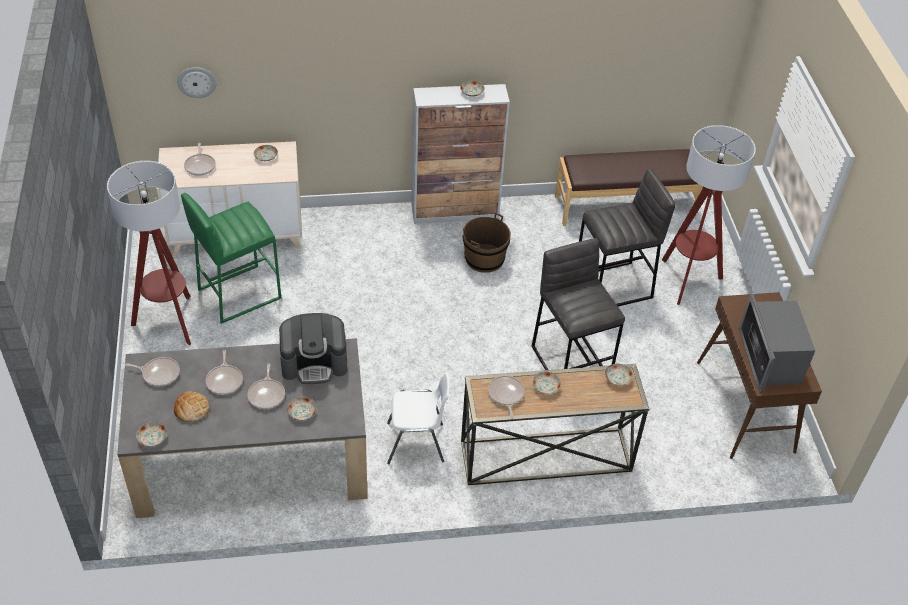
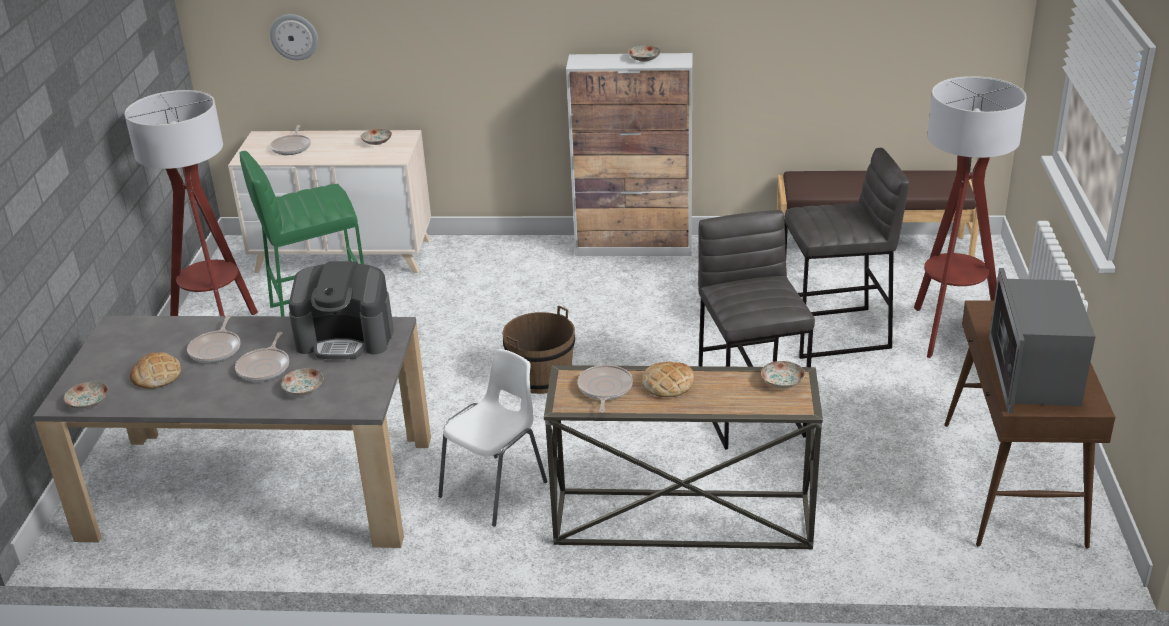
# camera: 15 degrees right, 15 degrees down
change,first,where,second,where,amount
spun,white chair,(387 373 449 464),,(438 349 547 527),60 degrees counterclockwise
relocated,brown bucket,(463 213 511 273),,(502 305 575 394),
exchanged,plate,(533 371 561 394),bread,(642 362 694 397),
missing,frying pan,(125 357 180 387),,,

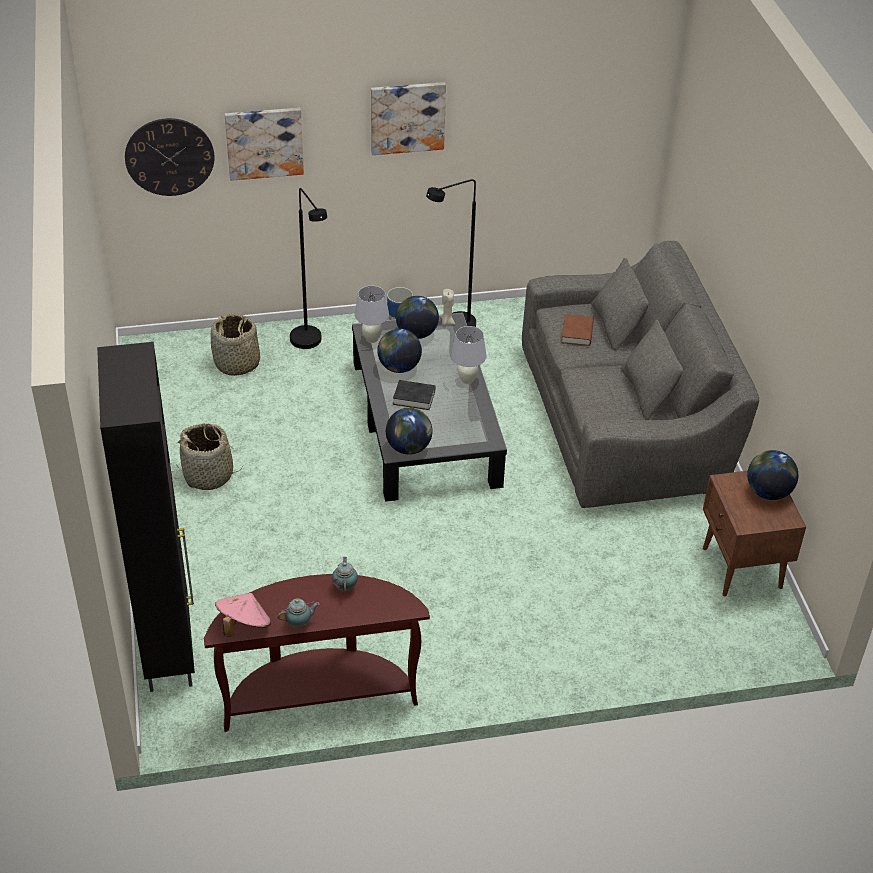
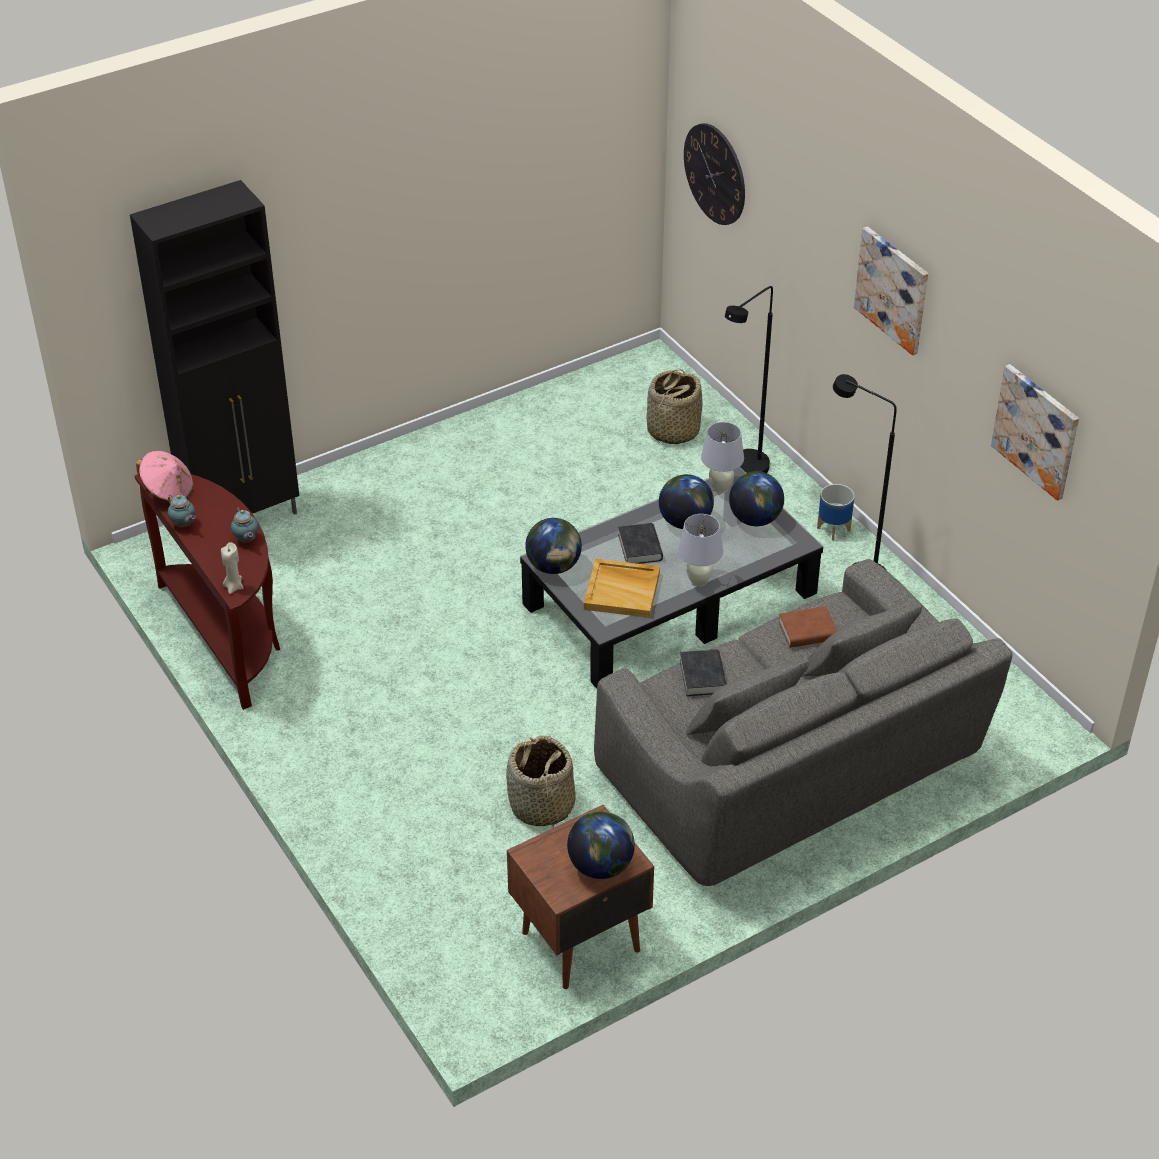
# camera: 70 degrees right, 0 degrees up
change,first,where,second,where,amount
relocated,beige candle,(440 289 455 325),,(221 542 243 594),
spun,teapot,(332 557 358 592),,(231 508 258 543),90 degrees clockwise
relocated,basket,(176 424 243 490),,(506 736 576 828),
appeared,,,beige tray,(584 558 660 618),
appeared,,,black book,(680 649 726 696),
relocated,picture,(225 108 304 181),,(991 364 1079 501),

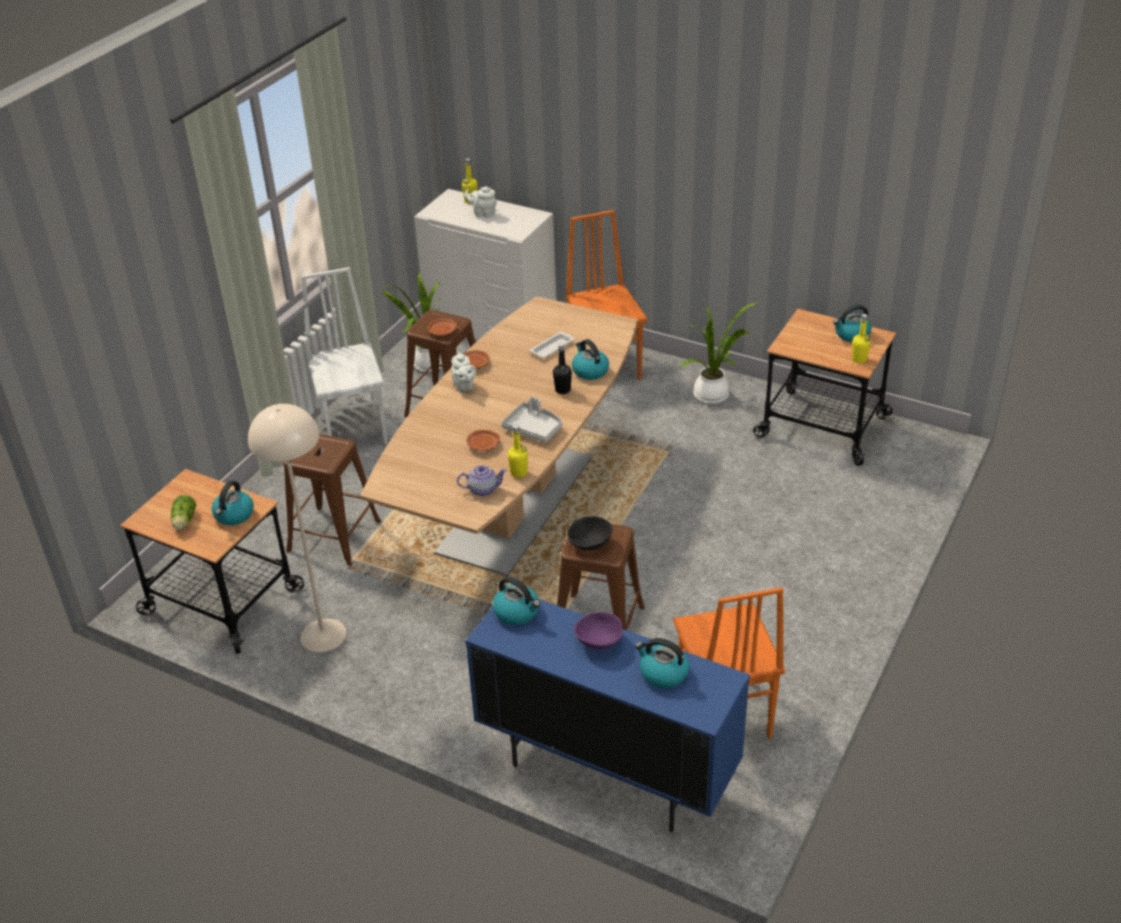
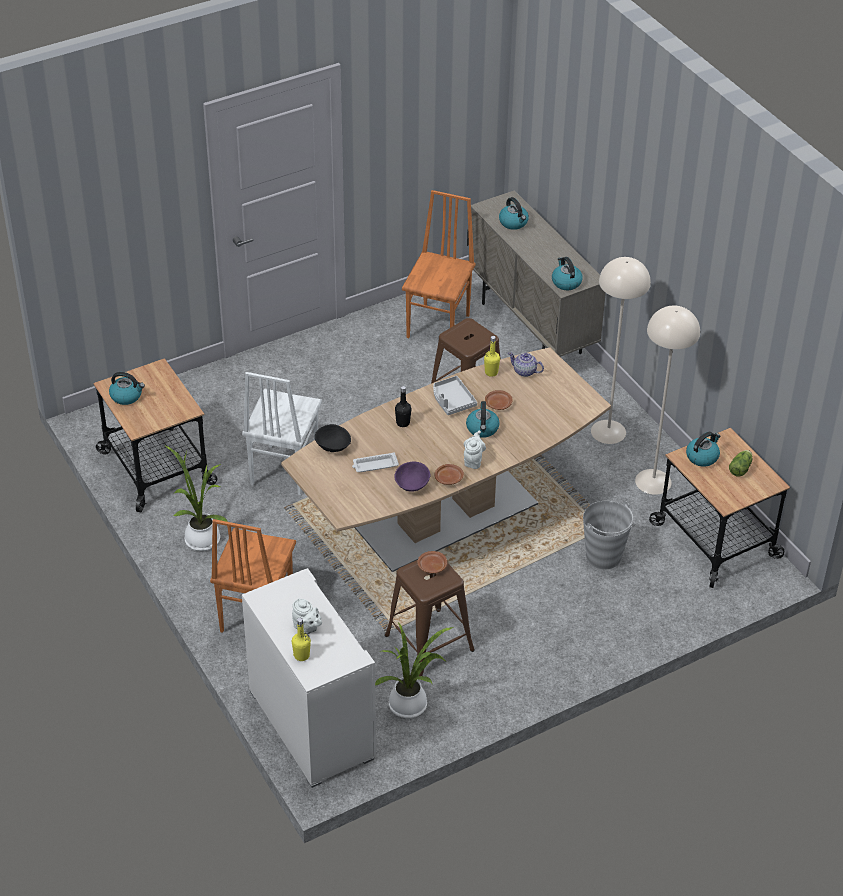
# camera: 150 degrees left, 5 degrees up
change,first,where,second,where,amount
relocated,white chair,(301 267 388 444),,(242 372 322 495),
relocated,black bowl,(567 516 613 550),,(315 424 351 452),
relocated,purple bowl,(574 612 623 650),,(394 462 431 492),
relocated,kettle,(572 339 609 380),,(466 401 500 438),
colour,blue cabinet,(466 599 750 832),beige cabinet,(467 190 606 357),
exchanged,brown stool,(283 434 381 566),grey bucket,(583 501 633 569),
appeared,,,beige floor lamp,(591 257 651 444),
missing,yellow bottle,(852 314 871 363),,,

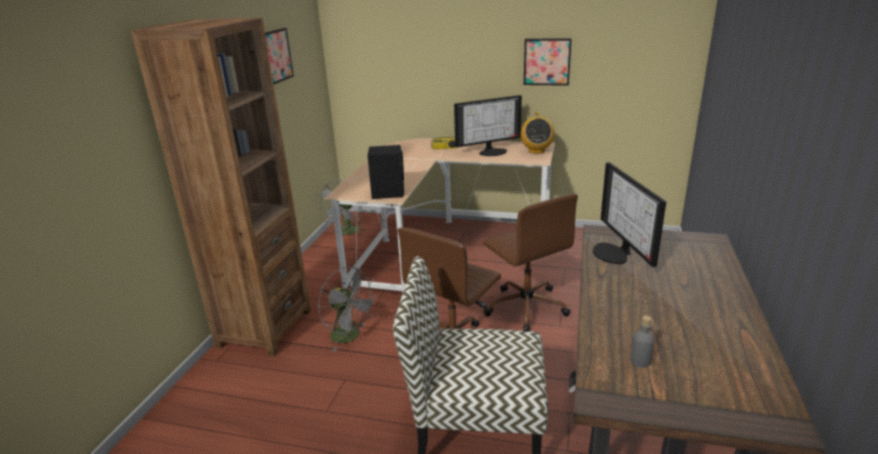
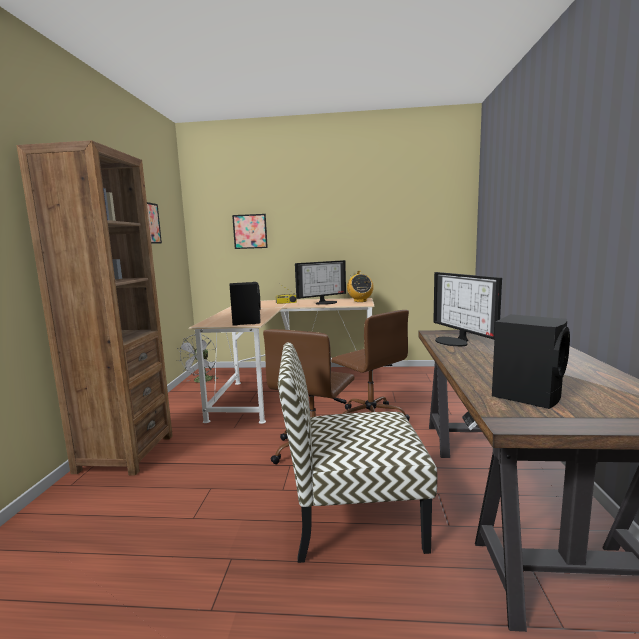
# camera: 10 degrees left, 15 degrees down
change,first,where,second,where,amount
relocated,picture,(524 38 572 86),,(232 214 268 249),
exchanged,grey bottle,(630 316 655 368),black speaker,(492 314 570 409),
missing,grey fan,(318 267 378 351),,,

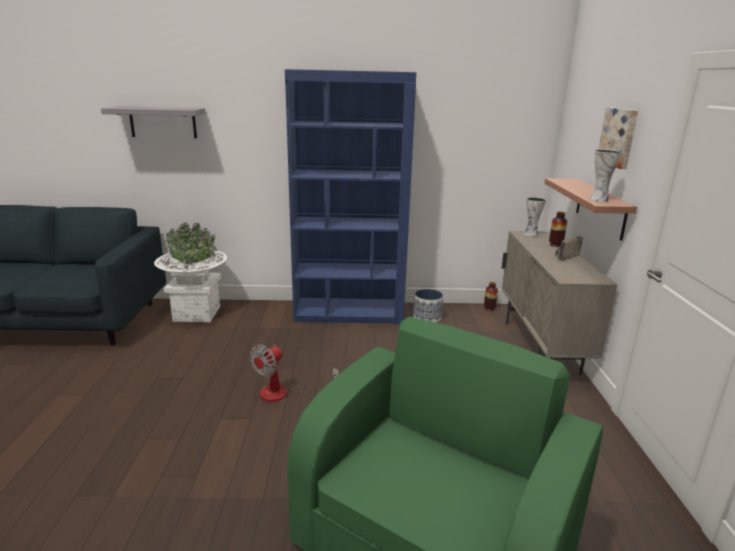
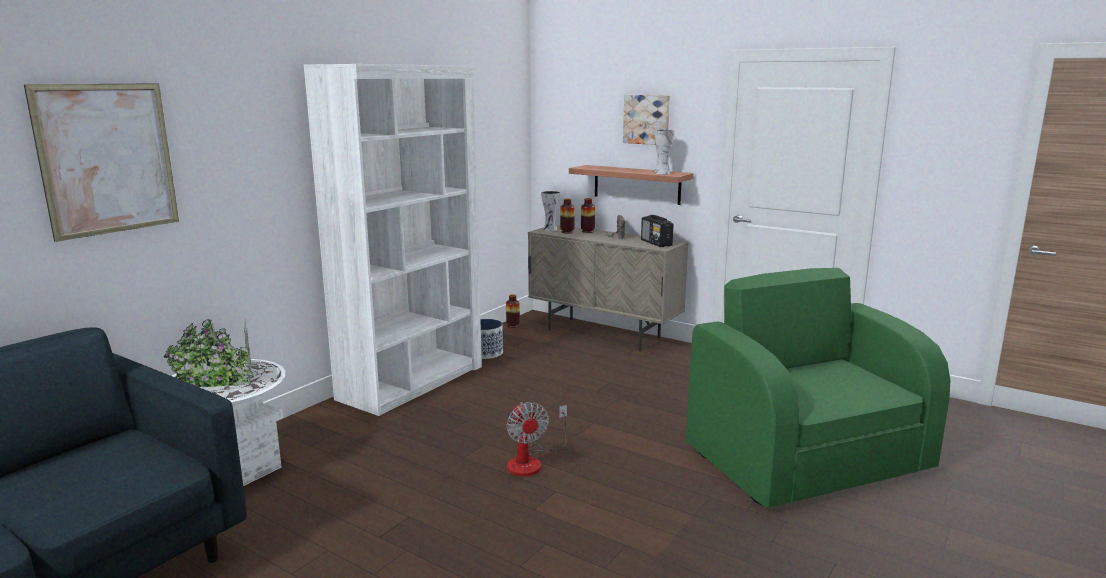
# camera: 55 degrees left, 5 degrees down
change,first,where,second,where,amount
exchanged,grey shelf,(101 106 206 138),picture,(24 83 179 242),
colour,blue bookcase,(285 69 416 324),white bookcase,(304 64 482 416),
appeared,,,vase,(560 199 575 234),
appeared,,,radio,(641 215 673 247),

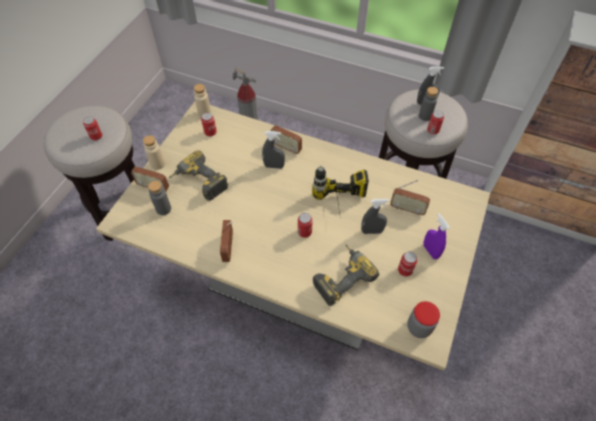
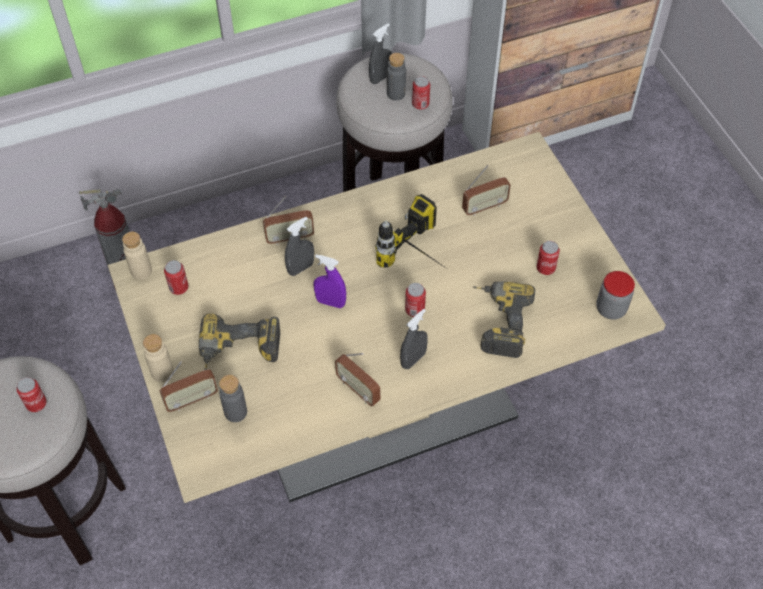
# camera: 45 degrees left, 0 degrees up
change,first,where,second,where,amount
relocated,purple spray bottle,(423 213 450 259),,(313 254 346 308),
relocated,grey spray bottle,(361 199 389 234),,(400 309 428 369),

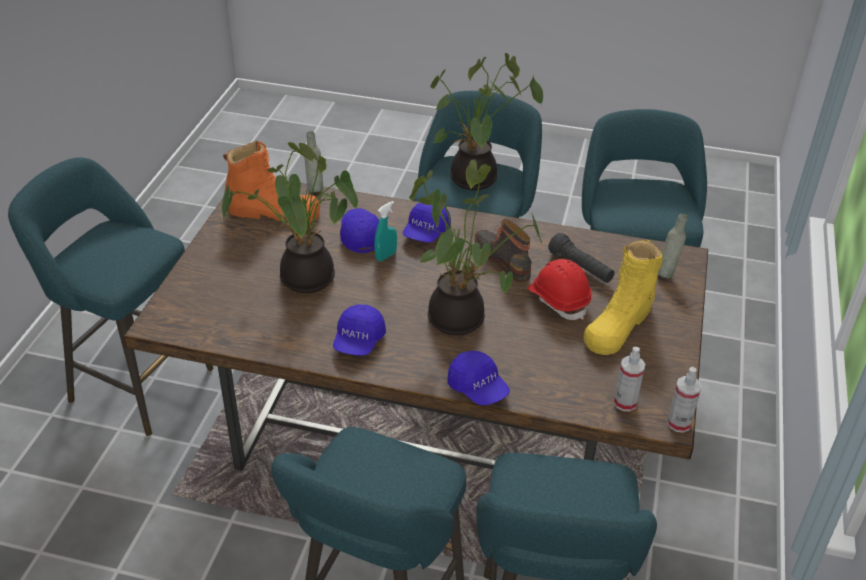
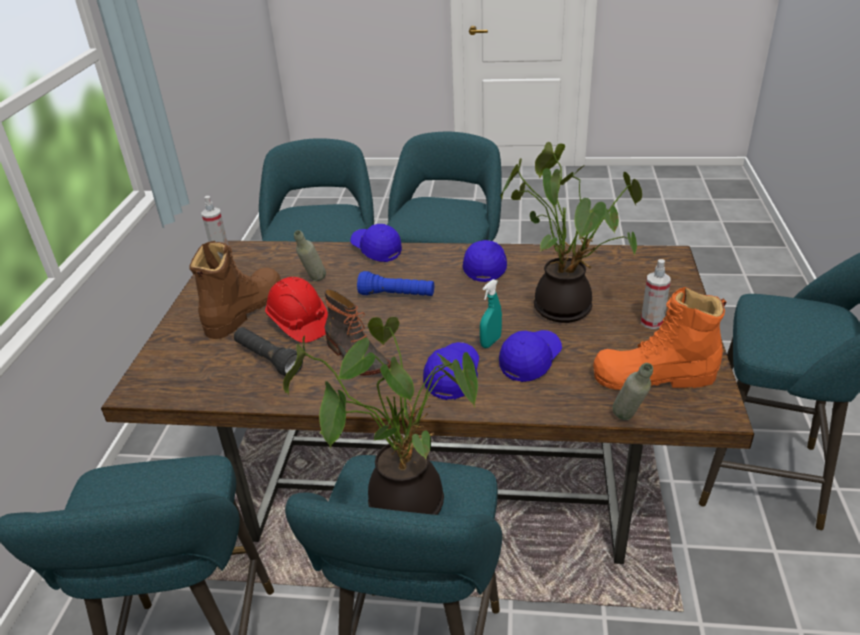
# camera: 175 degrees right, 5 degrees down
change,first,where,second,where,amount
colour,yellow boot,(583 239 663 355),brown boot,(189 241 281 339),
relocated,grey bottle,(658 213 687 278),,(294 230 326 281),
exchanged,potted plant,(409 160 542 335),blue flashlight,(357 271 434 296),
spun,blue cap,(340 208 379 253),,(499 330 562 382),120 degrees counterclockwise
relocated,spray bottle,(614 347 645 411),,(641 259 671 329),

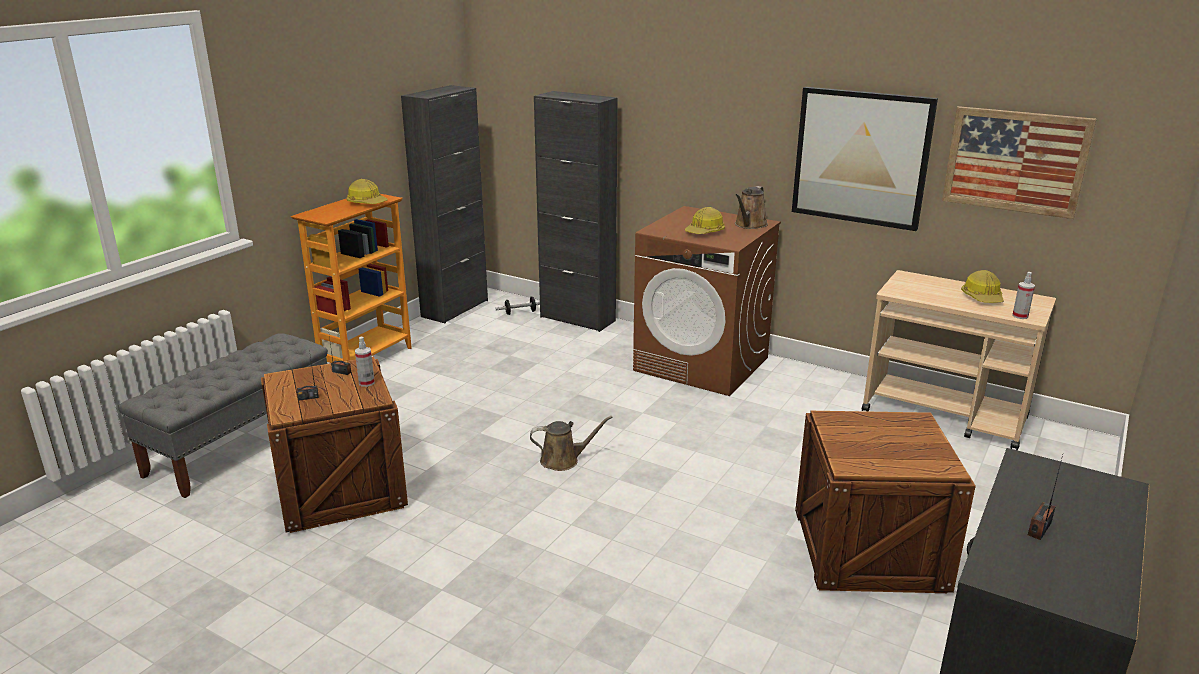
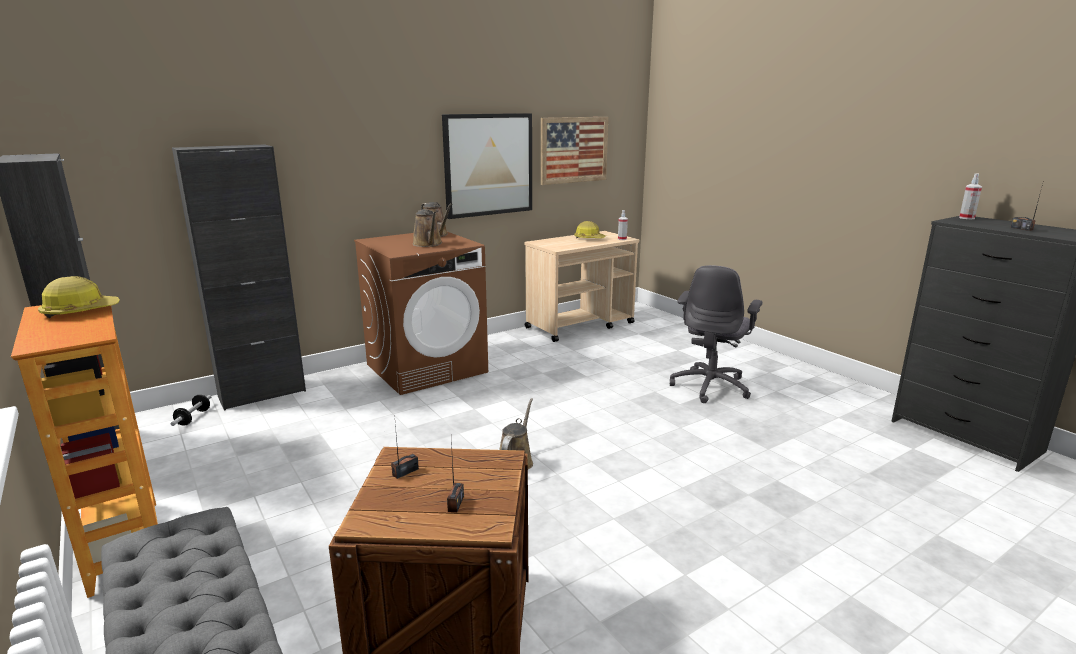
# camera: 65 degrees left, 5 degrees down
change,first,where,second,where,amount
exchanged,hard hat,(685 207 725 234),brown watering can,(412 209 442 247),
exchanged,crate,(795 411 976 593),grey office chair,(670 265 762 403),
relocated,spray bottle,(355 337 375 387),,(959 173 982 219),

